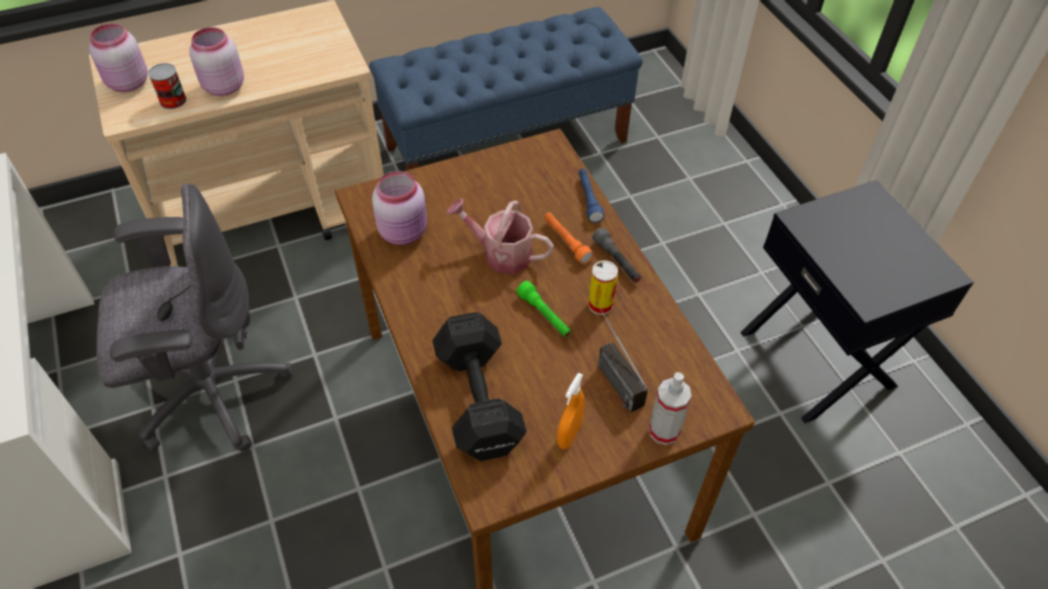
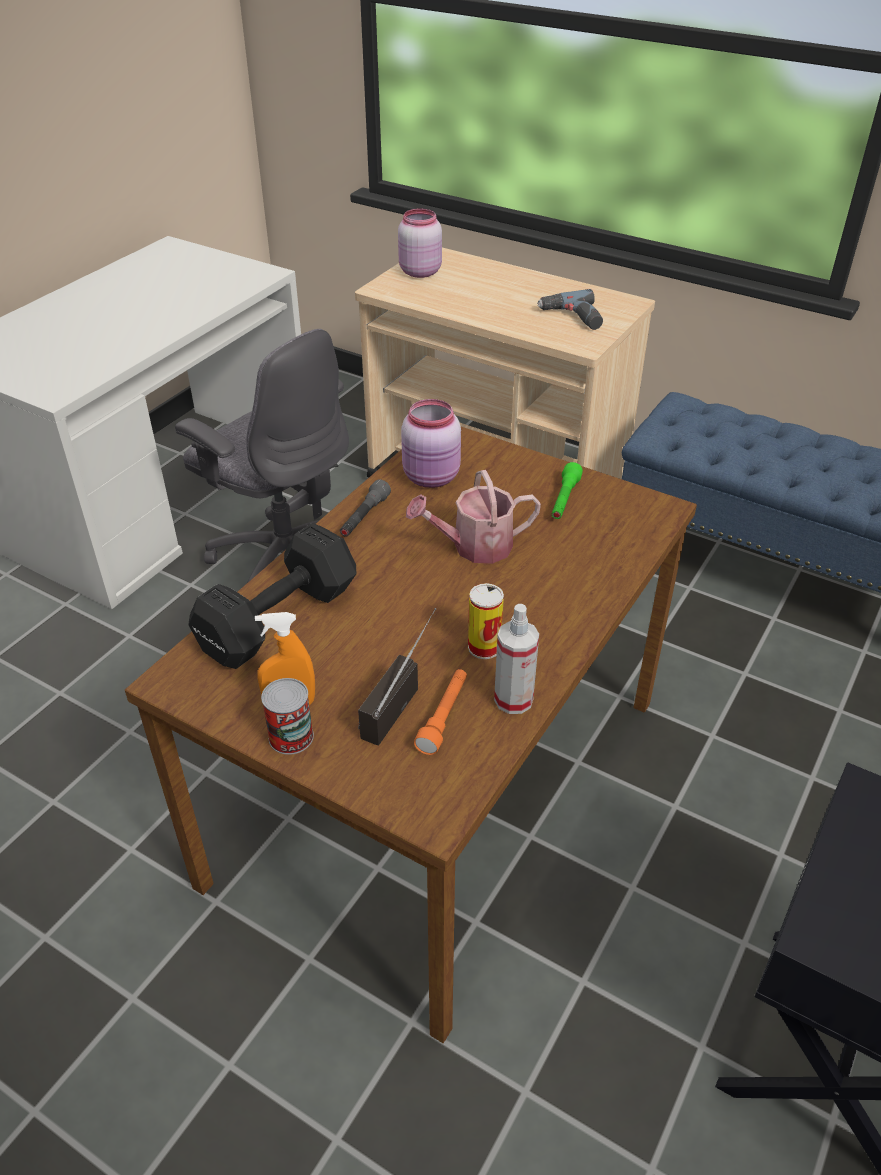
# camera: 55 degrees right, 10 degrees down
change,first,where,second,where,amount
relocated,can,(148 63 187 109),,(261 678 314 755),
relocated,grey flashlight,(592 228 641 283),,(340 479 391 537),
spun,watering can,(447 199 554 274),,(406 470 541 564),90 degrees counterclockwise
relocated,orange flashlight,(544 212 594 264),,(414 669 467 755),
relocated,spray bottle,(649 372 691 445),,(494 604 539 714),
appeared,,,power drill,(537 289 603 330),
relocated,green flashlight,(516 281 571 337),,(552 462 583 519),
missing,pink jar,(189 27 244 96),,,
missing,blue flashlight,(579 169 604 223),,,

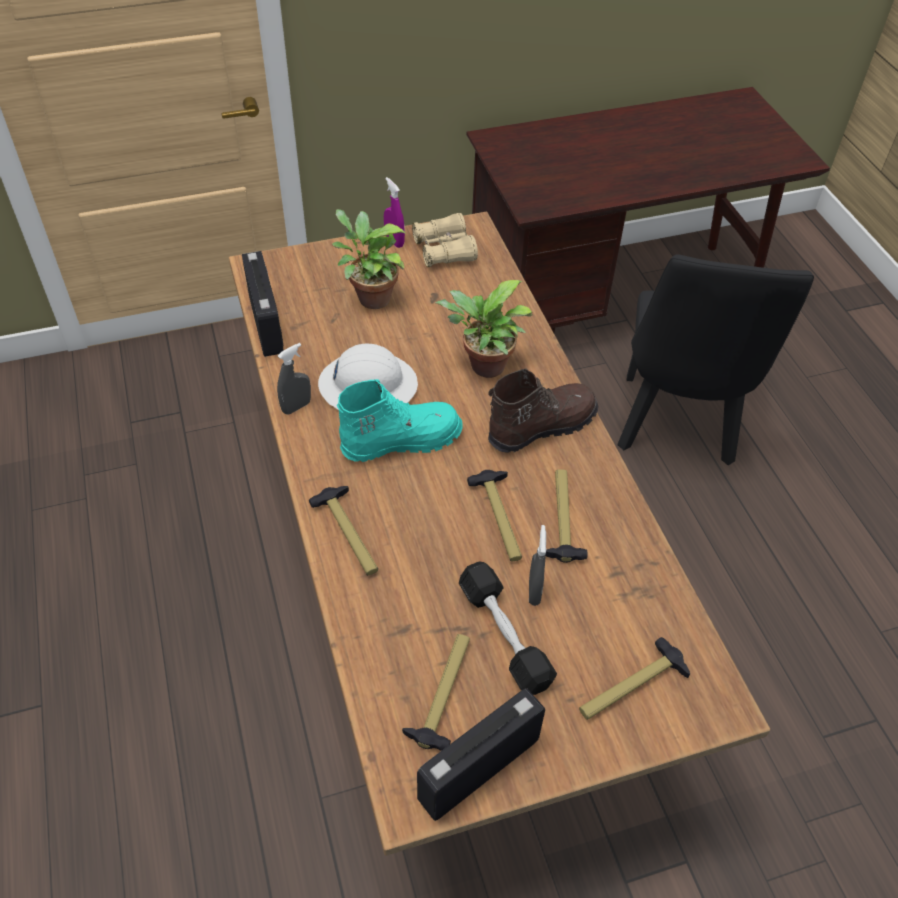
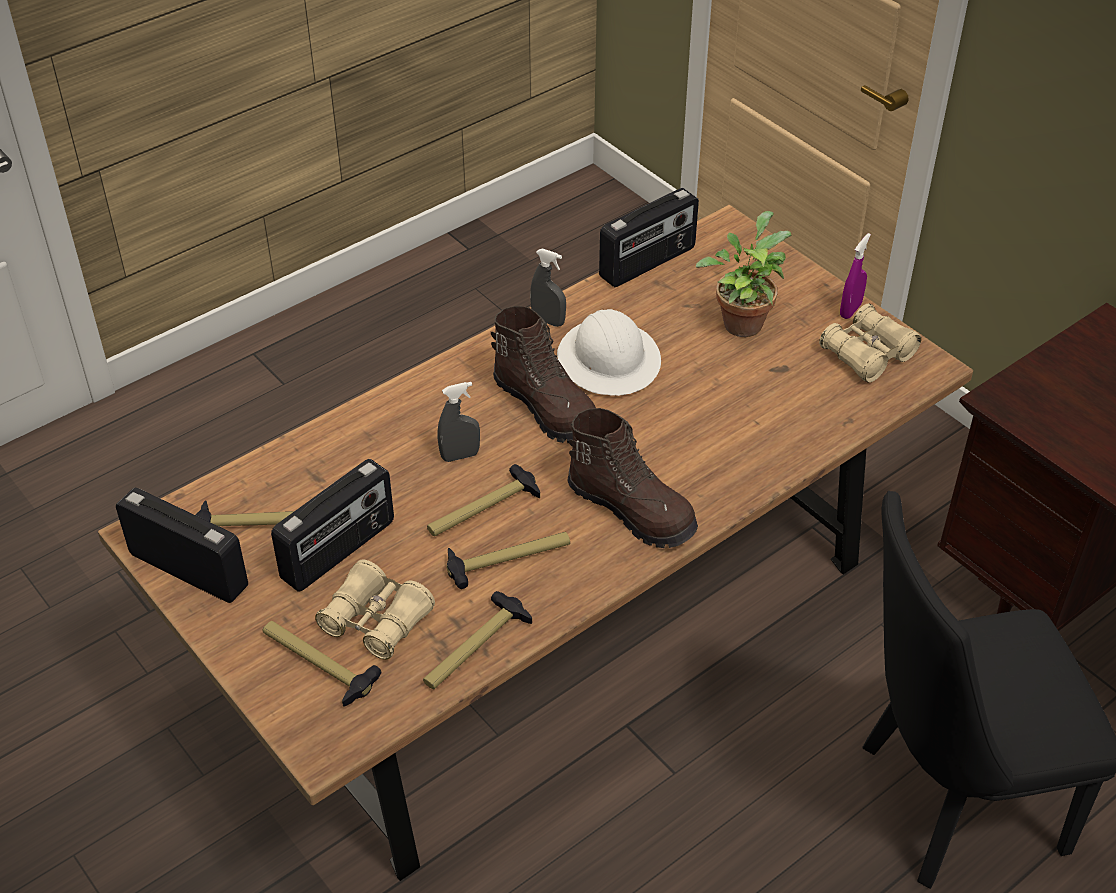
# camera: 70 degrees right, 5 degrees down
change,first,where,second,where,amount
exchanged,black dumbbell,(459 561 557 695),radio,(271 459 394 592),
appeared,,,beige binoculars,(315 560 435 660),
relocated,hammer,(309 486 378 575),,(423 591 532 689),
relocated,grey spray bottle,(529 525 546 606),,(437 382 480 462),
colour,turquoise boot,(337 379 463 462),brown boot,(491 306 596 443),
missing,potted plant,(435 280 533 378),,,

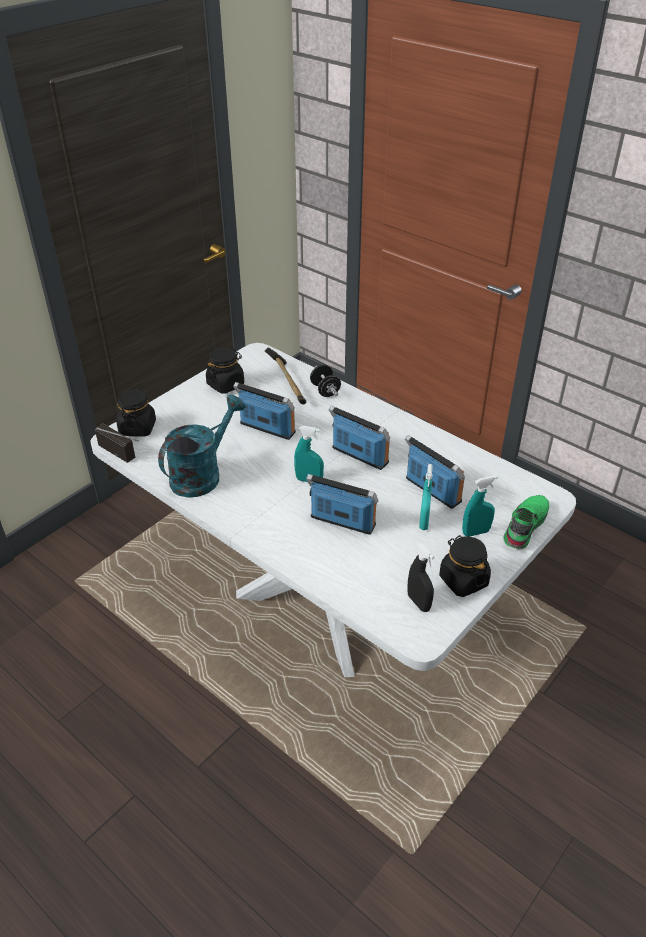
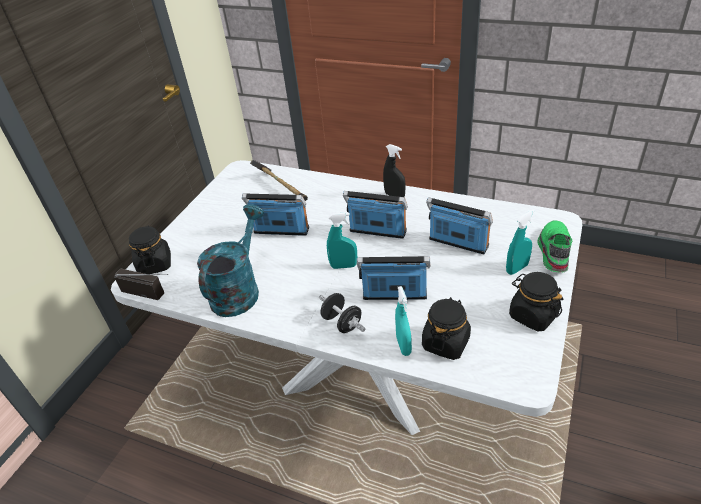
# camera: 15 degrees left, 0 degrees up
change,first,where,second,where,amount
relocated,black dumbbell,(310 365 341 397),,(319 293 365 333),
relocated,black spray bottle,(407 543 435 612),,(383 144 406 197),
relocated,turquoise spray bottle,(419 464 433 530),,(395 286 412 356),
relocated,black jar,(206 348 244 393),,(422 297 471 360),

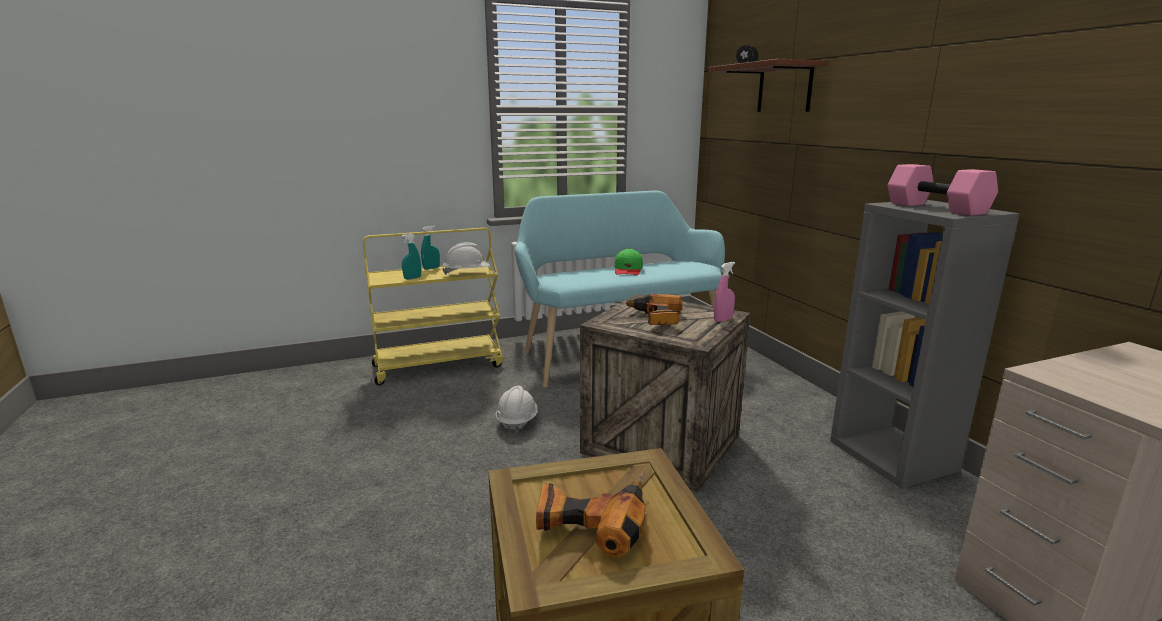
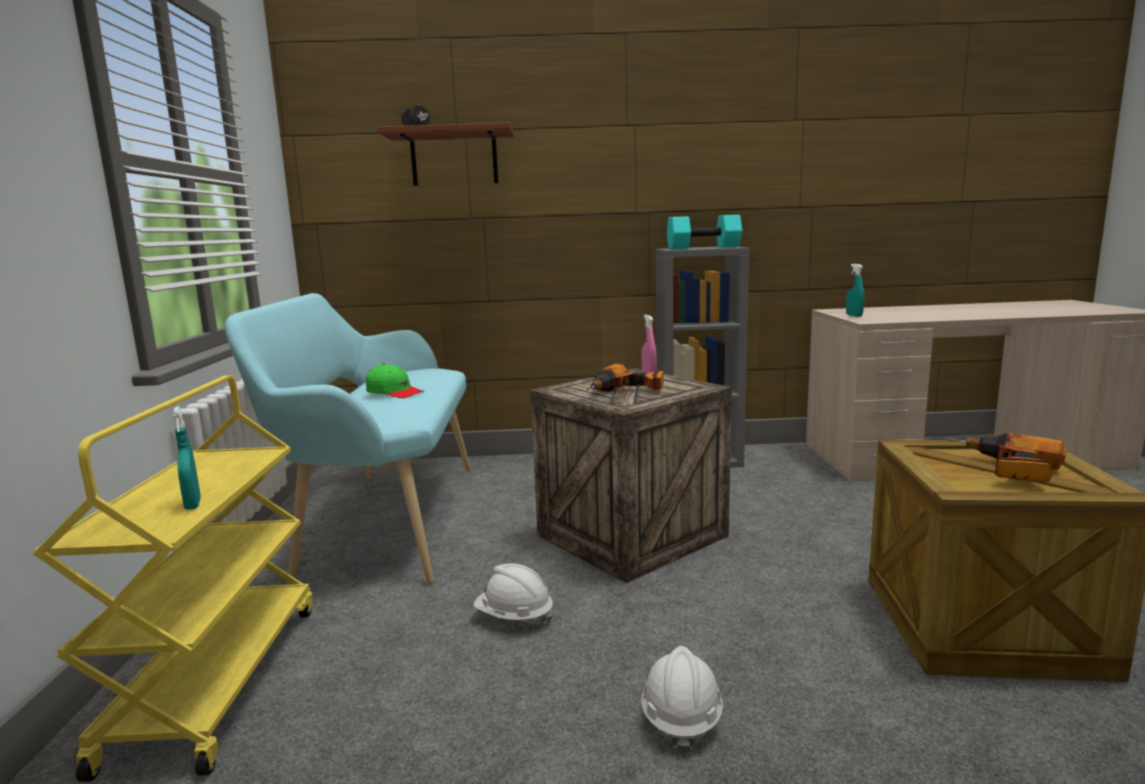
# camera: 70 degrees left, 5 degrees down
change,first,where,second,where,amount
relocated,white hard hat,(442 242 490 275),,(641 646 723 753),
colour,pink dumbbell,(888 164 998 215),turquoise dumbbell,(667 215 742 249),
relocated,turquoise spray bottle,(421 226 440 270),,(846 264 864 317),

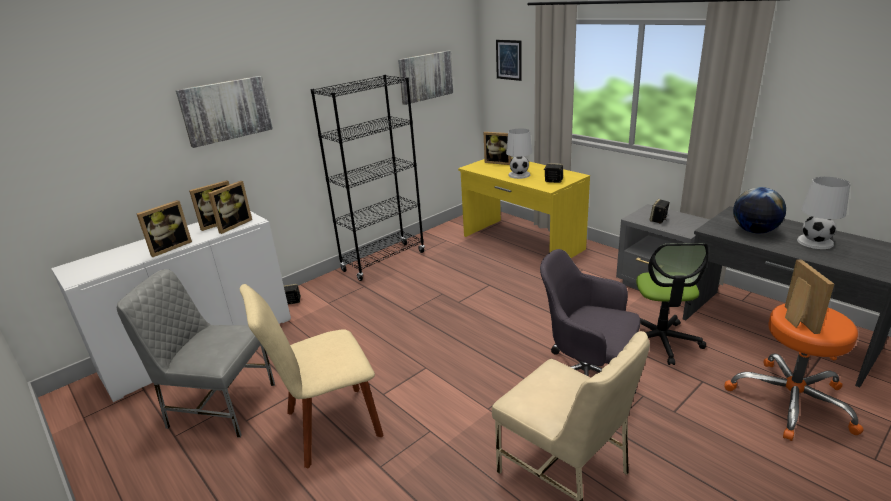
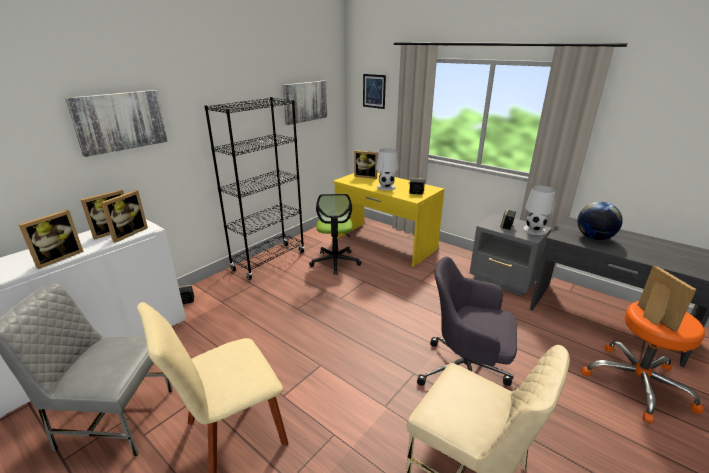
# camera: 10 degrees left, 0 degrees up
change,first,where,second,where,amount
relocated,office chair,(636 243 708 365),,(309 194 362 275),
relocated,white table lamp,(797 177 850 249),,(523 186 556 235),

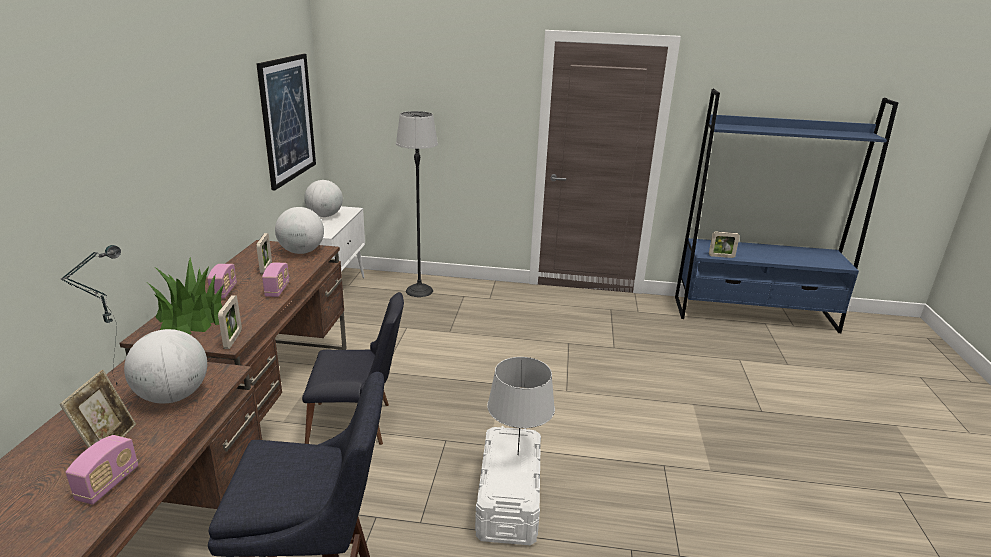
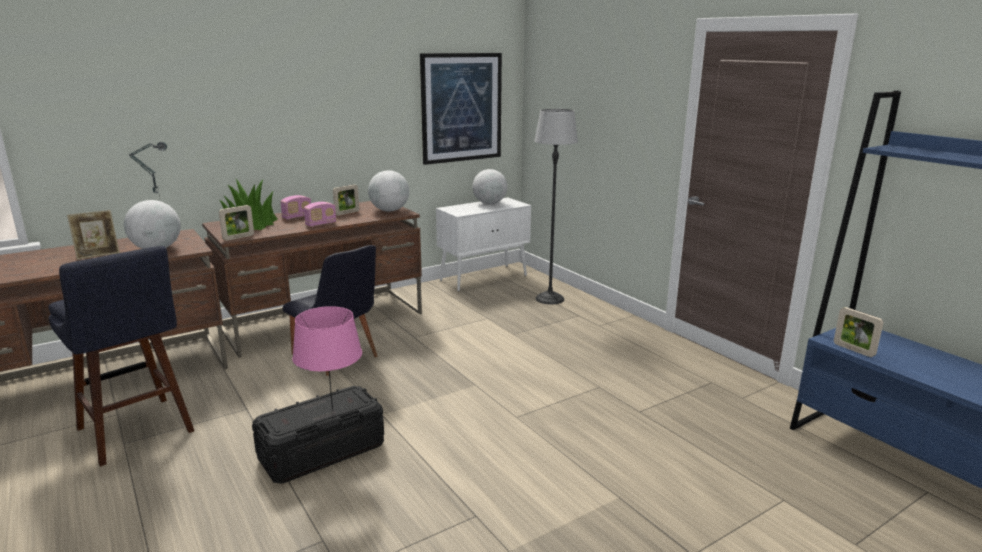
# camera: 50 degrees right, 5 degrees down
change,first,where,second,where,amount
colour,white storage box,(475 426 541 546),black storage box,(252 386 384 483),
colour,grey table lamp,(487 357 555 455),pink table lamp,(292 306 362 409),
missing,radio,(66 435 138 505),,,

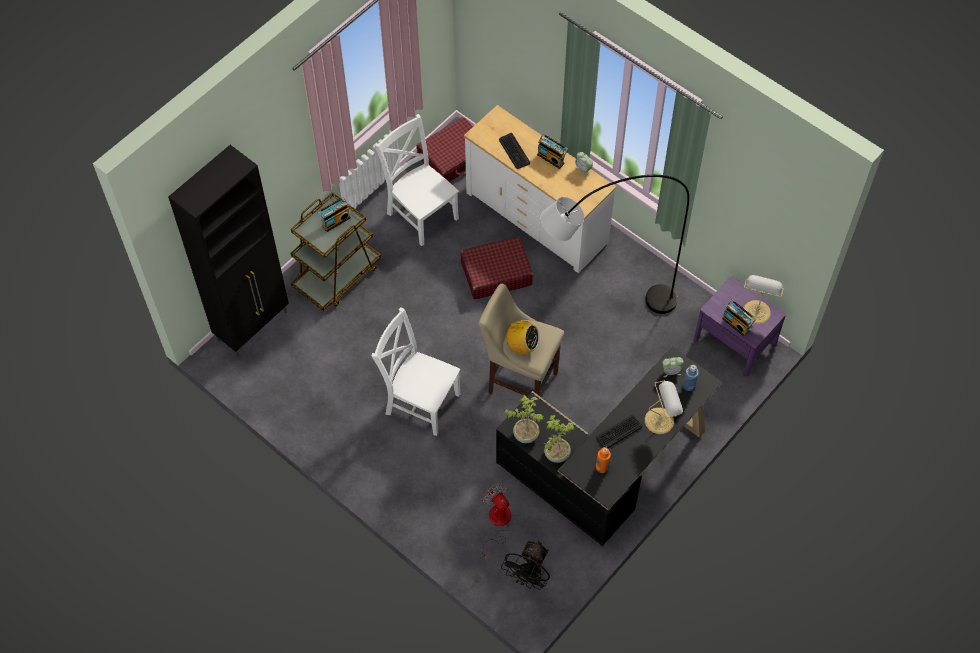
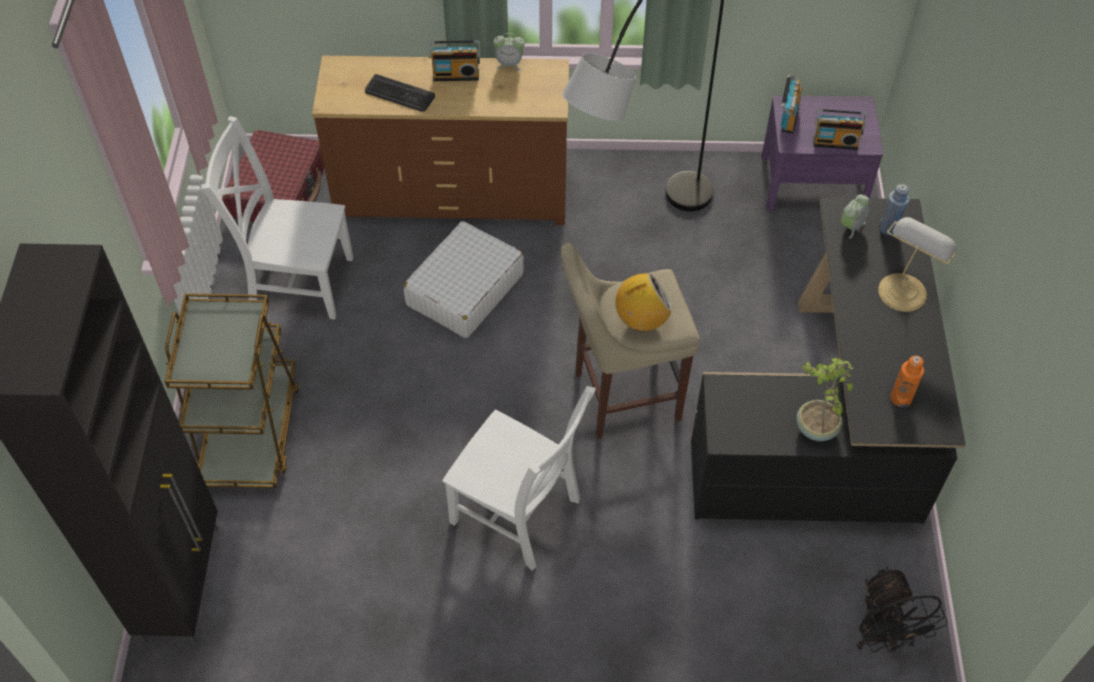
# camera: 40 degrees left, 5 degrees down
change,first,where,second,where,amount
colour,white dresser,(464 105 616 273),brown dresser,(312 56 569 225),
colour,red suitcase,(461 236 533 299),white suitcase,(404 221 524 338),
spun,white chair,(372 307 460 436),,(442 386 596 570),135 degrees counterclockwise
relocated,radio,(317 197 351 232),,(781 74 802 134),
missing,fan,(481 483 511 560),,,
missing,potted plant,(504 395 544 443),,,
missing,keyboard,(596 415 642 448),,,
missing,table lamp,(743 275 784 324),,,

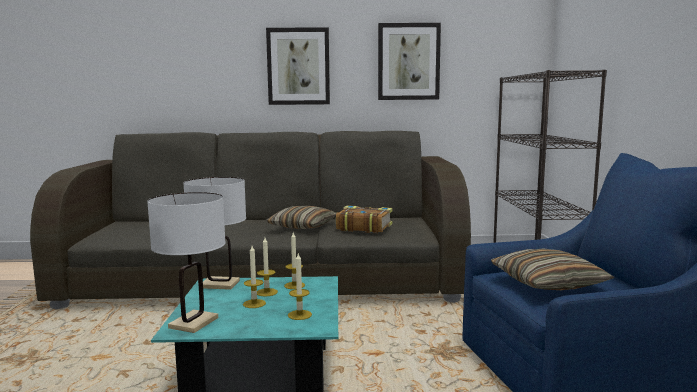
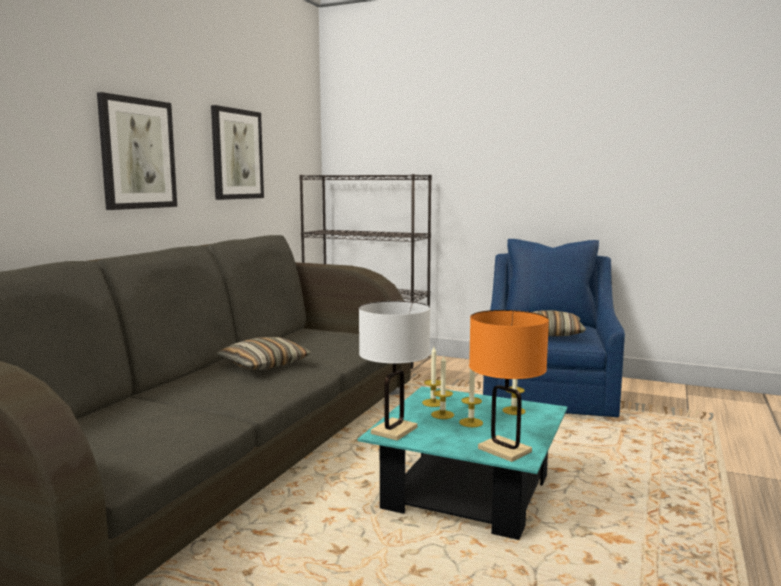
# camera: 65 degrees left, 0 degrees up
change,first,where,second,where,amount
colour,white table lamp,(147 192 226 333),orange table lamp,(469 310 549 462),
missing,book,(336 205 392 233),,,

